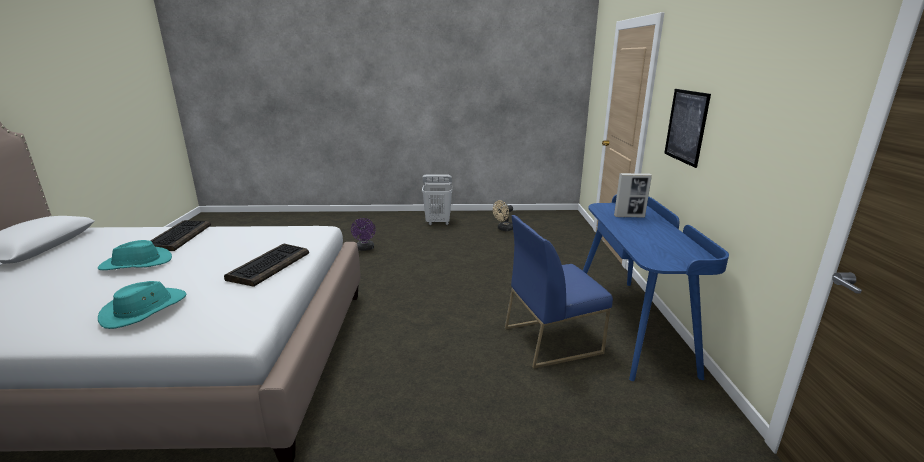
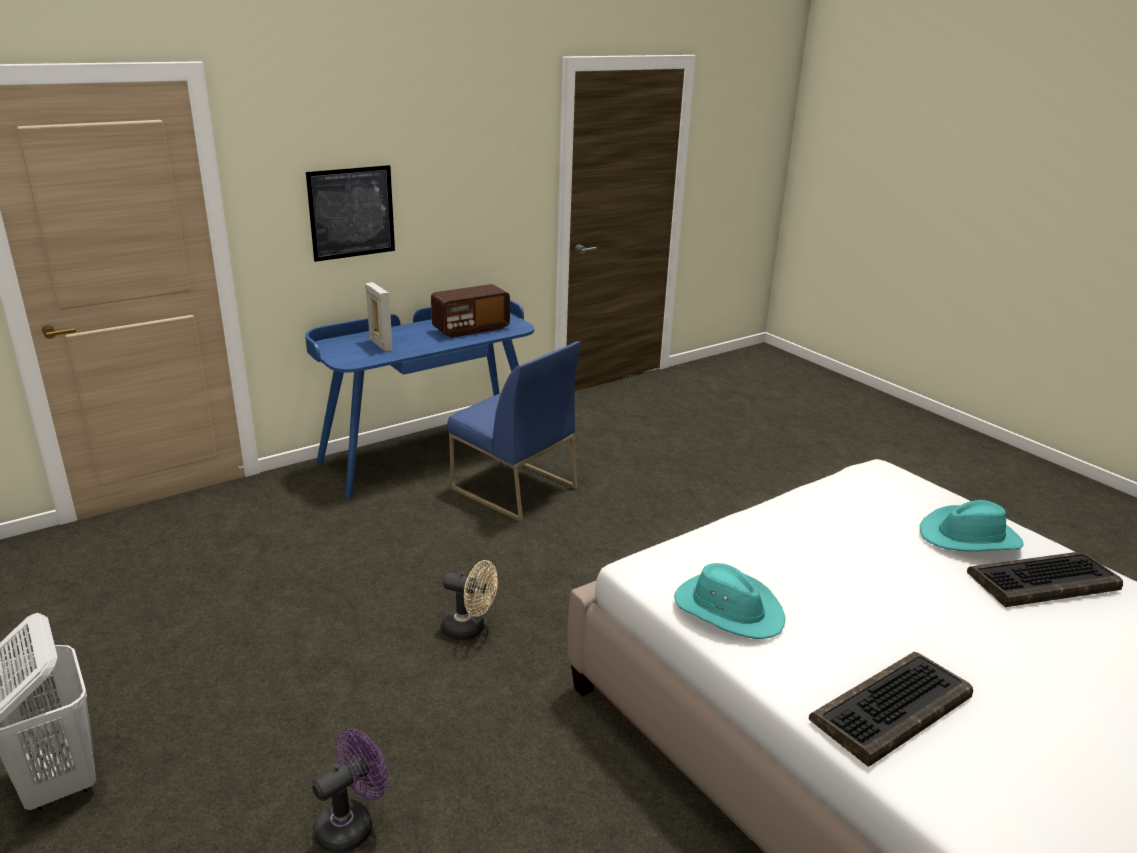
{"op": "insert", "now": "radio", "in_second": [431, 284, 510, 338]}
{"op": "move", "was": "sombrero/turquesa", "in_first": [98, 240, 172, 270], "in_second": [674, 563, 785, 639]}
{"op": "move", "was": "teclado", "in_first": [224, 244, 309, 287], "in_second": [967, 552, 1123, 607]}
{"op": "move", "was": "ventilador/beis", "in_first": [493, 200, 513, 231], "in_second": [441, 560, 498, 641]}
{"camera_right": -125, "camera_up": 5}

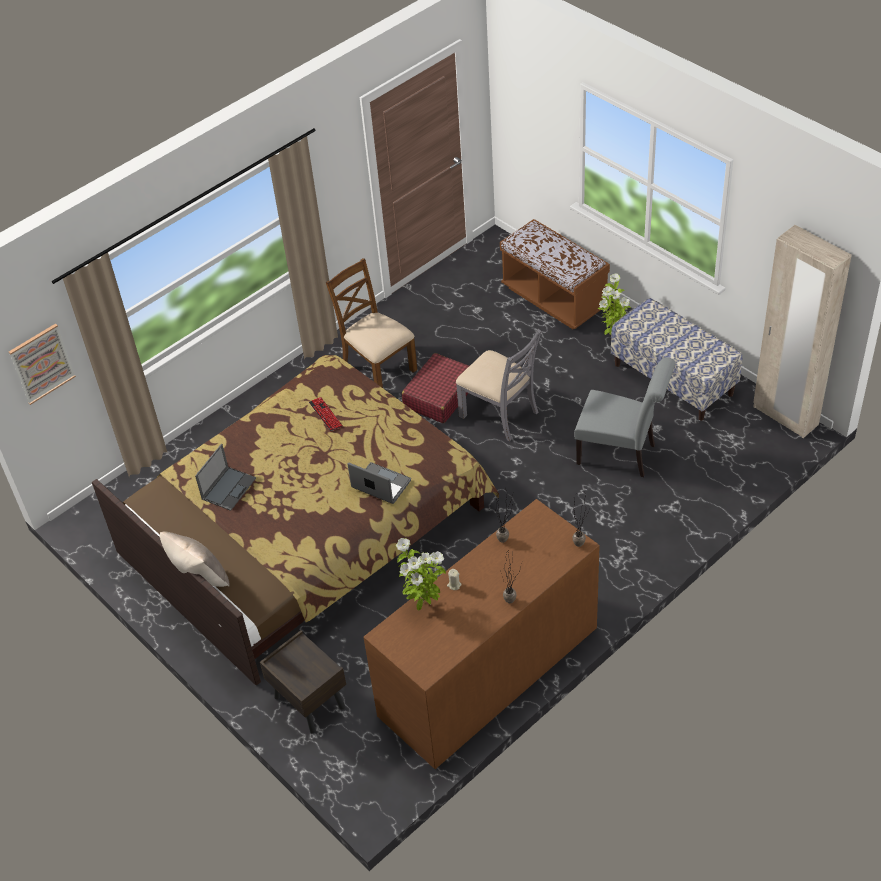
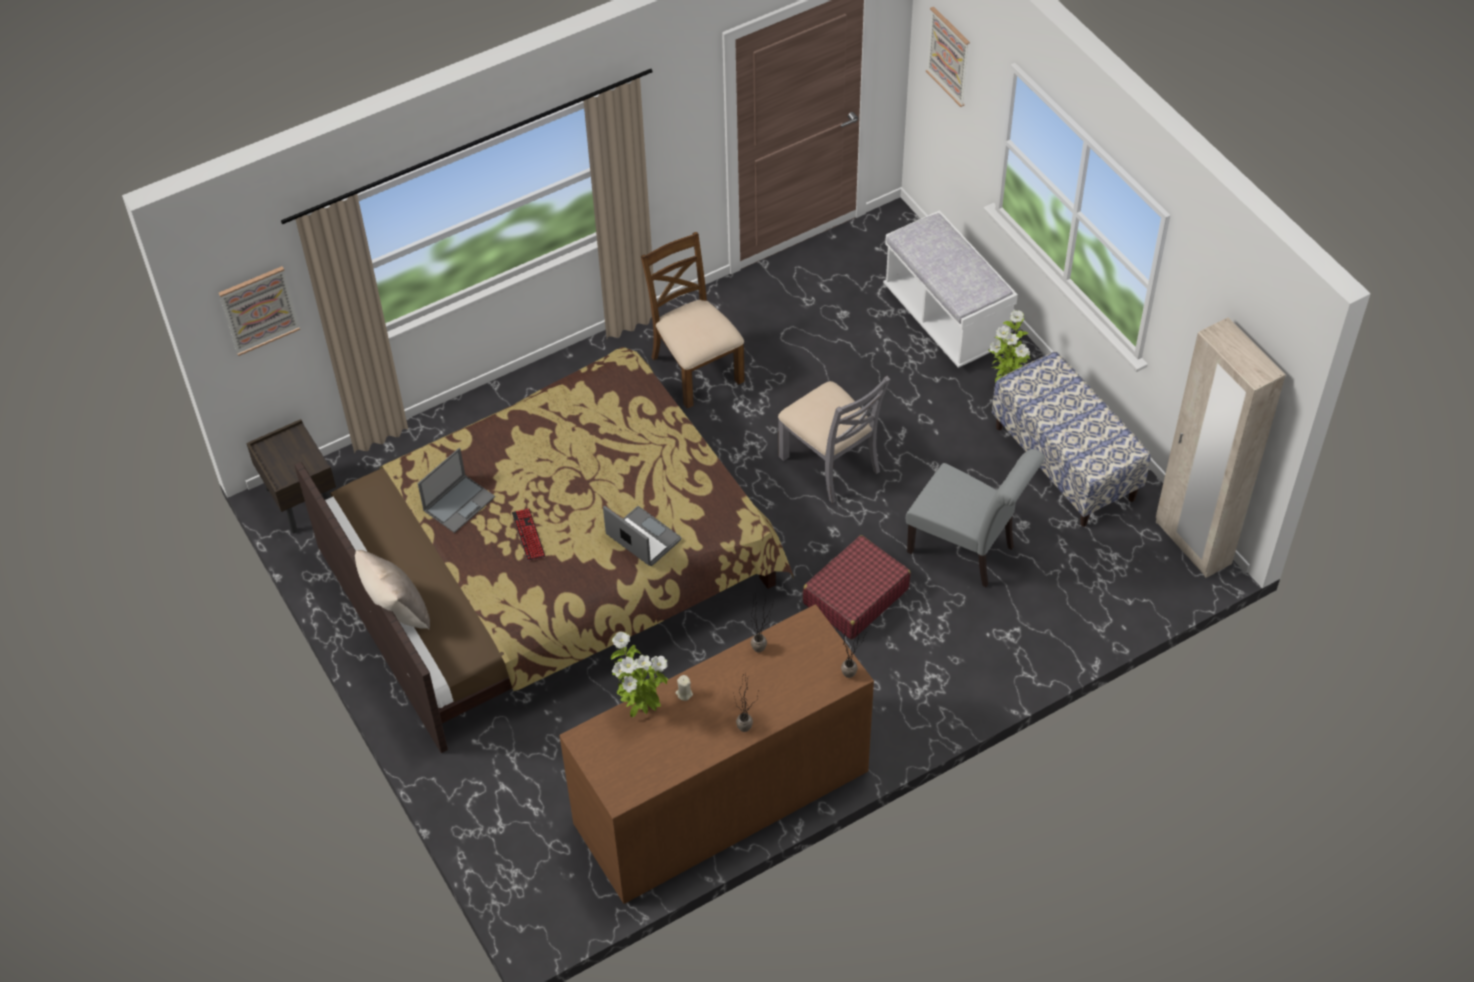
{"op": "insert", "now": "cuadro", "in_second": [926, 7, 970, 107]}
{"op": "move", "was": "mesita de noche/marrón", "in_first": [260, 630, 346, 734], "in_second": [246, 419, 336, 533]}
{"op": "move", "was": "teclado", "in_first": [309, 397, 343, 431], "in_second": [512, 509, 546, 561]}
{"op": "move", "was": "maleta/rojo", "in_first": [402, 353, 469, 423], "in_second": [803, 535, 911, 640]}
{"op": "recolor", "was": "banco/marrón", "now": "banco/blanco", "in_first": [500, 219, 610, 329], "in_second": [883, 210, 1018, 368]}
{"camera_right": 10, "camera_up": 5}

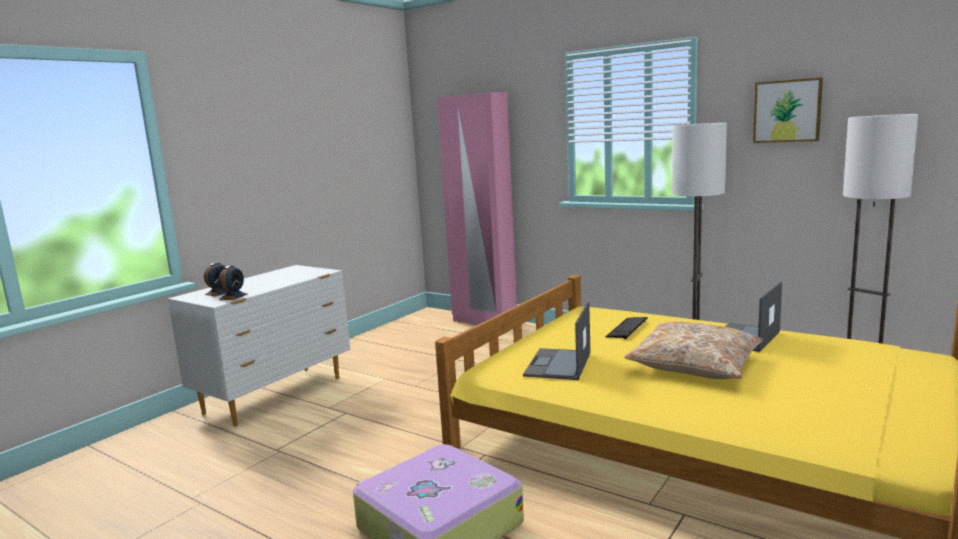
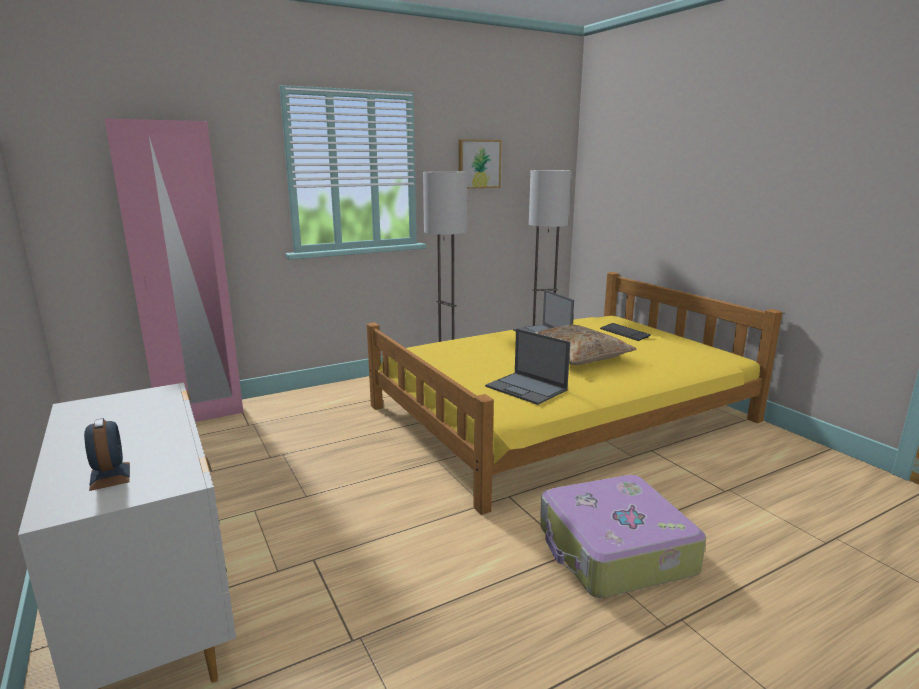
{"op": "delete", "was": "despertador", "in_first": [218, 266, 248, 300]}
{"op": "move", "was": "teclado", "in_first": [605, 317, 648, 339], "in_second": [600, 323, 651, 341]}
{"camera_right": -65, "camera_up": 5}

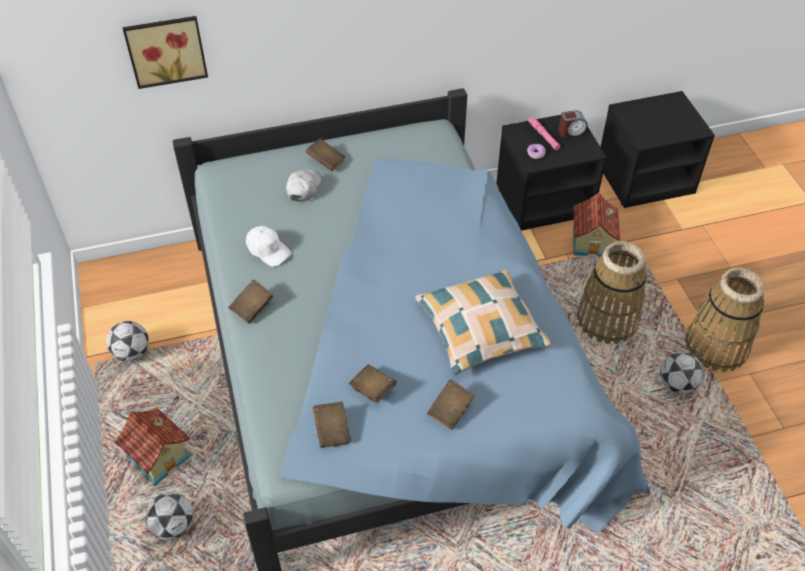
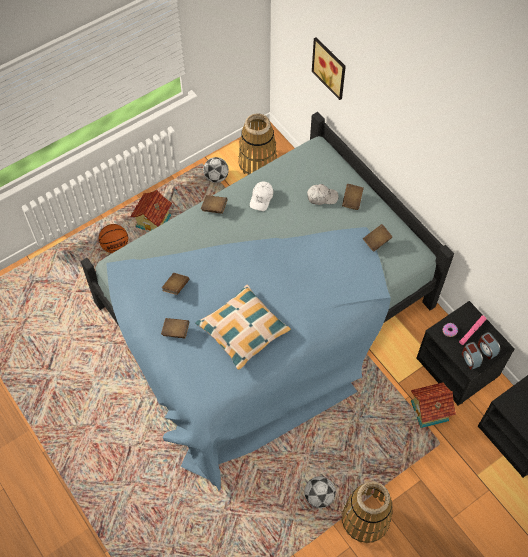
{"op": "insert", "now": "despertador", "in_second": [462, 342, 483, 370]}
{"op": "move", "was": "libro/marrón", "in_first": [313, 402, 351, 448], "in_second": [363, 224, 392, 252]}
{"op": "move", "was": "cesta", "in_first": [577, 241, 647, 344], "in_second": [238, 114, 277, 175]}
{"op": "replace", "was": "balón de fútbol", "now": "balón de baloncesto", "in_first": [145, 492, 194, 540], "in_second": [99, 224, 128, 253]}
{"camera_right": 70, "camera_up": 10}

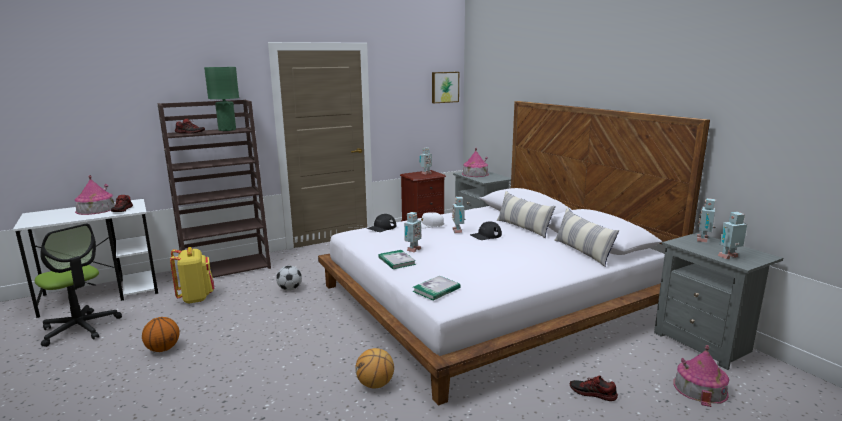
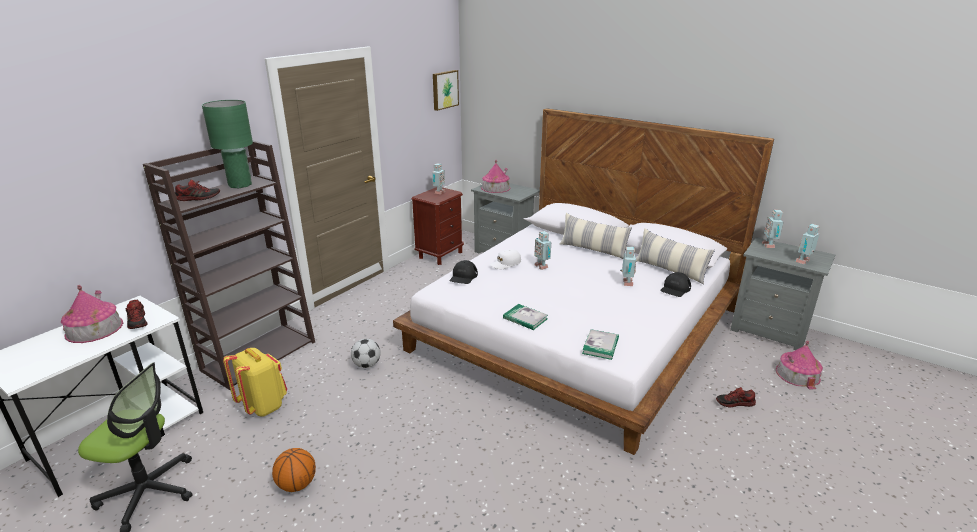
{"op": "delete", "was": "balón de baloncesto", "in_first": [355, 348, 394, 388]}
{"op": "move", "was": "robot de juguete", "in_first": [404, 212, 421, 252], "in_second": [620, 247, 636, 286]}
{"op": "move", "was": "gorra/negro", "in_first": [470, 221, 502, 240], "in_second": [660, 272, 691, 297]}
{"camera_right": -25, "camera_up": 10}

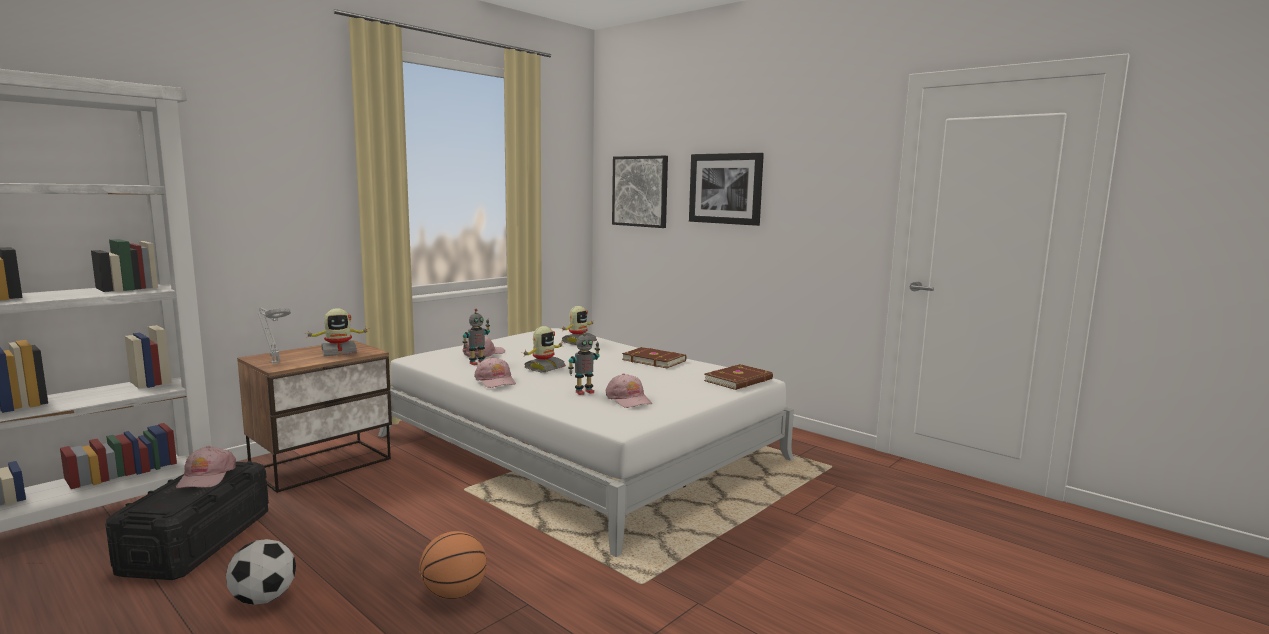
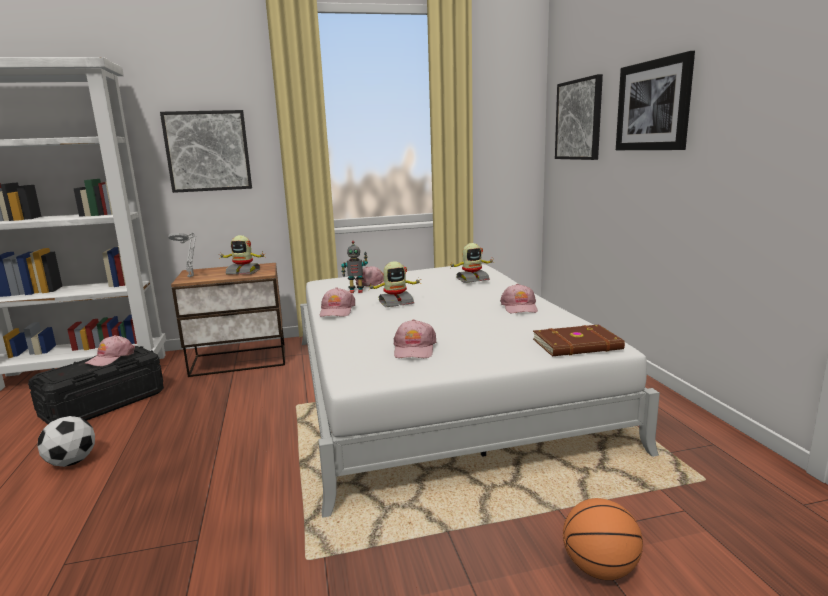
{"op": "delete", "was": "robot de juguete", "in_first": [568, 329, 600, 395]}
{"op": "insert", "now": "cuadro", "in_second": [160, 110, 252, 193]}
{"op": "move", "was": "balón de baloncesto", "in_first": [419, 531, 487, 599], "in_second": [563, 498, 643, 580]}
{"op": "replace", "was": "libro/marrón", "now": "gorra/rosa", "in_first": [622, 347, 686, 368], "in_second": [500, 284, 538, 313]}
{"camera_right": 35, "camera_up": 5}

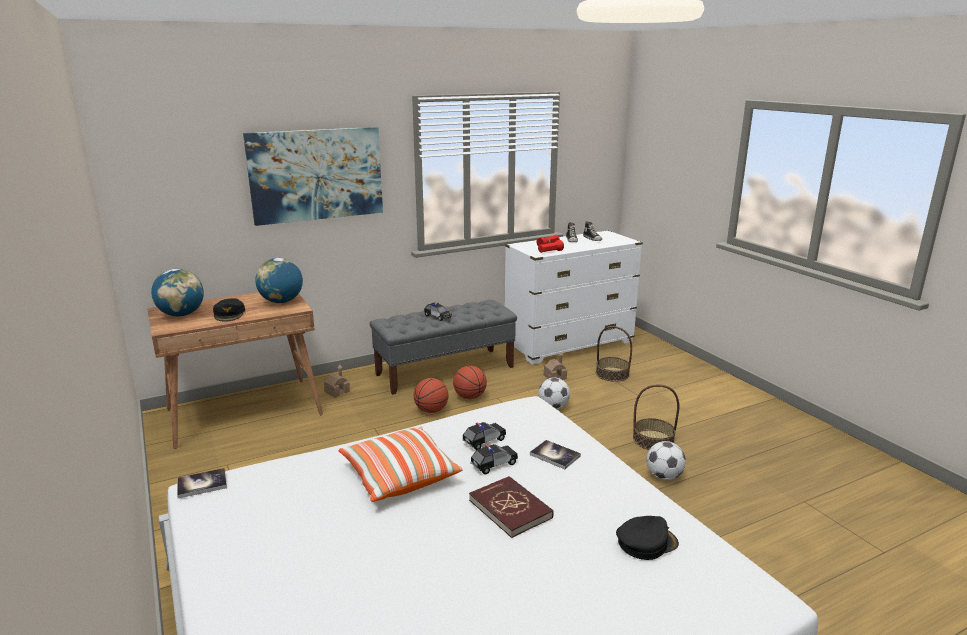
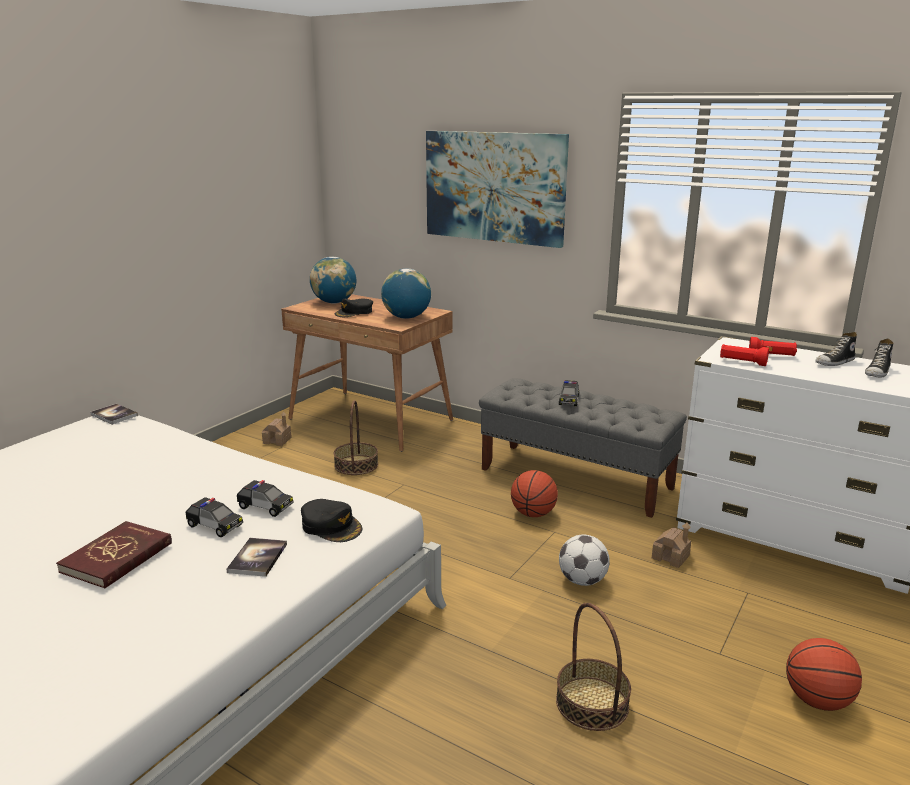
{"op": "delete", "was": "cojín", "in_first": [339, 427, 463, 502]}
{"op": "delete", "was": "balón de fútbol", "in_first": [646, 441, 686, 480]}
{"op": "move", "was": "casita", "in_first": [324, 365, 350, 398], "in_second": [262, 411, 292, 446]}
{"op": "move", "was": "balón de baloncesto", "in_first": [414, 378, 449, 413], "in_second": [786, 638, 862, 711]}
{"op": "move", "was": "cesta", "in_first": [596, 326, 632, 382], "in_second": [334, 400, 378, 475]}
{"op": "move", "was": "gorra/negro", "in_first": [616, 516, 679, 560], "in_second": [301, 499, 362, 542]}
{"camera_right": 60, "camera_up": 0}

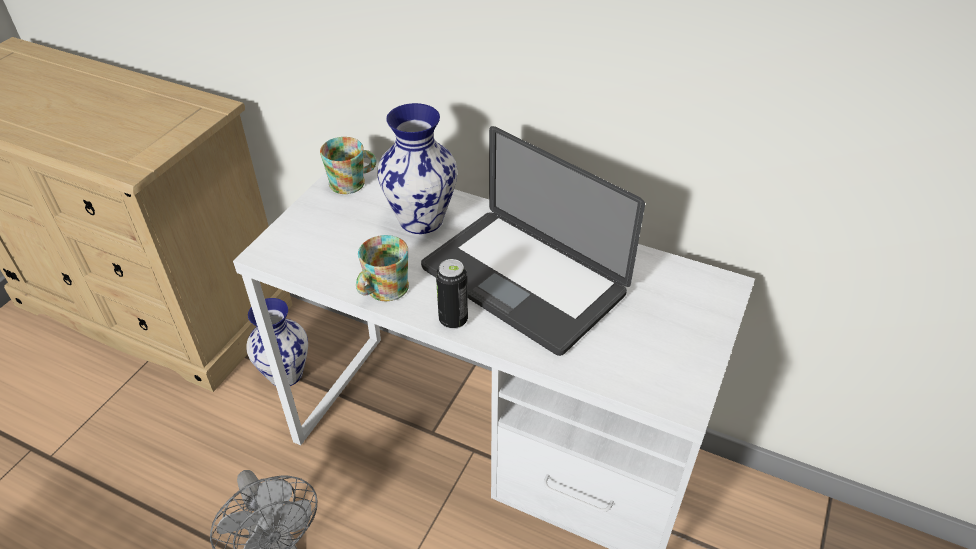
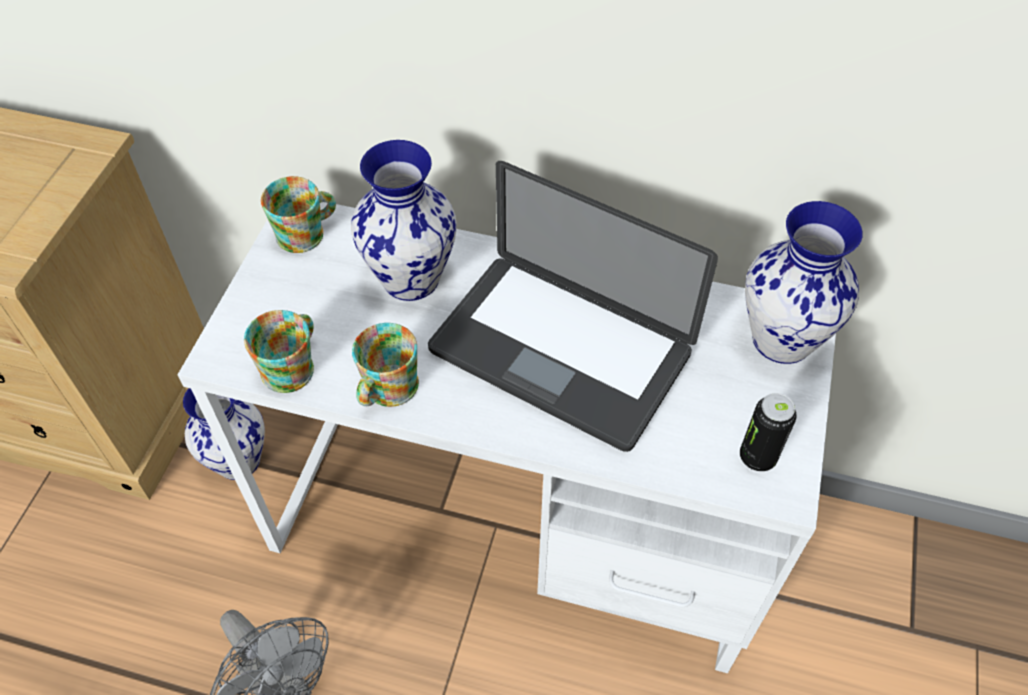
{"op": "insert", "now": "taza grande", "in_second": [244, 310, 314, 393]}
{"op": "insert", "now": "florero", "in_second": [745, 201, 863, 364]}
{"op": "move", "was": "lata", "in_first": [436, 259, 468, 329], "in_second": [740, 393, 797, 471]}
{"camera_right": -10, "camera_up": 10}

